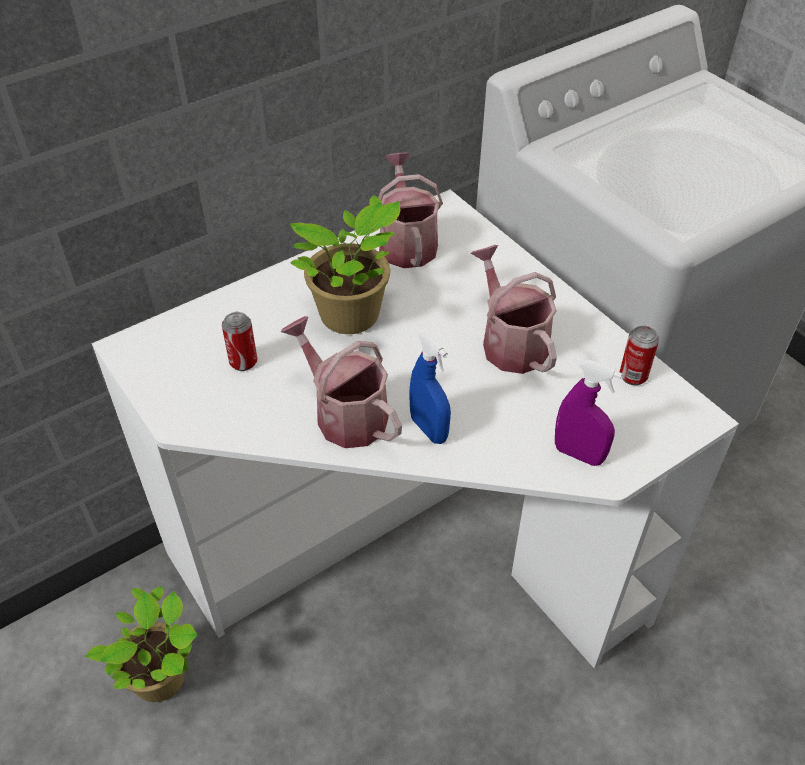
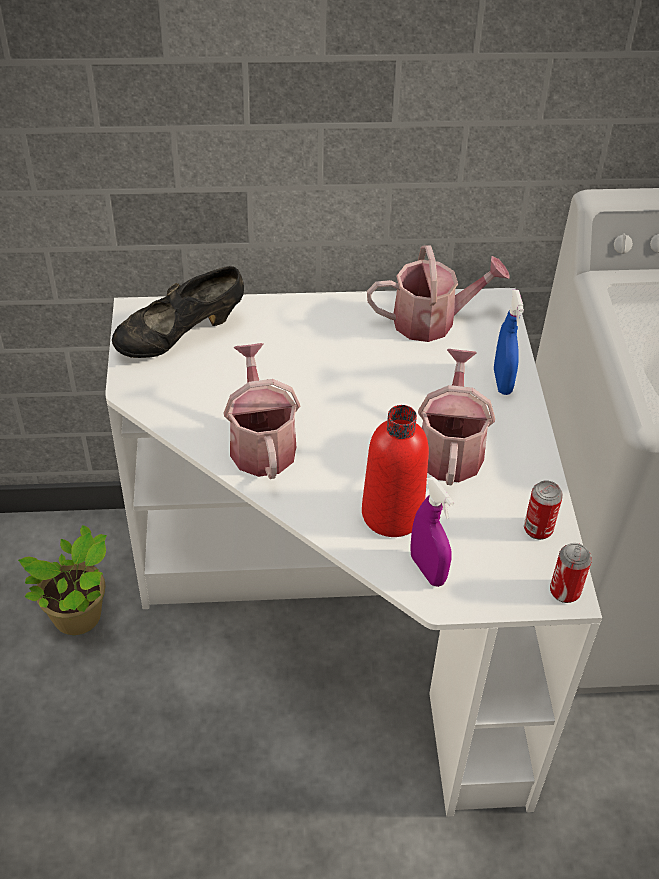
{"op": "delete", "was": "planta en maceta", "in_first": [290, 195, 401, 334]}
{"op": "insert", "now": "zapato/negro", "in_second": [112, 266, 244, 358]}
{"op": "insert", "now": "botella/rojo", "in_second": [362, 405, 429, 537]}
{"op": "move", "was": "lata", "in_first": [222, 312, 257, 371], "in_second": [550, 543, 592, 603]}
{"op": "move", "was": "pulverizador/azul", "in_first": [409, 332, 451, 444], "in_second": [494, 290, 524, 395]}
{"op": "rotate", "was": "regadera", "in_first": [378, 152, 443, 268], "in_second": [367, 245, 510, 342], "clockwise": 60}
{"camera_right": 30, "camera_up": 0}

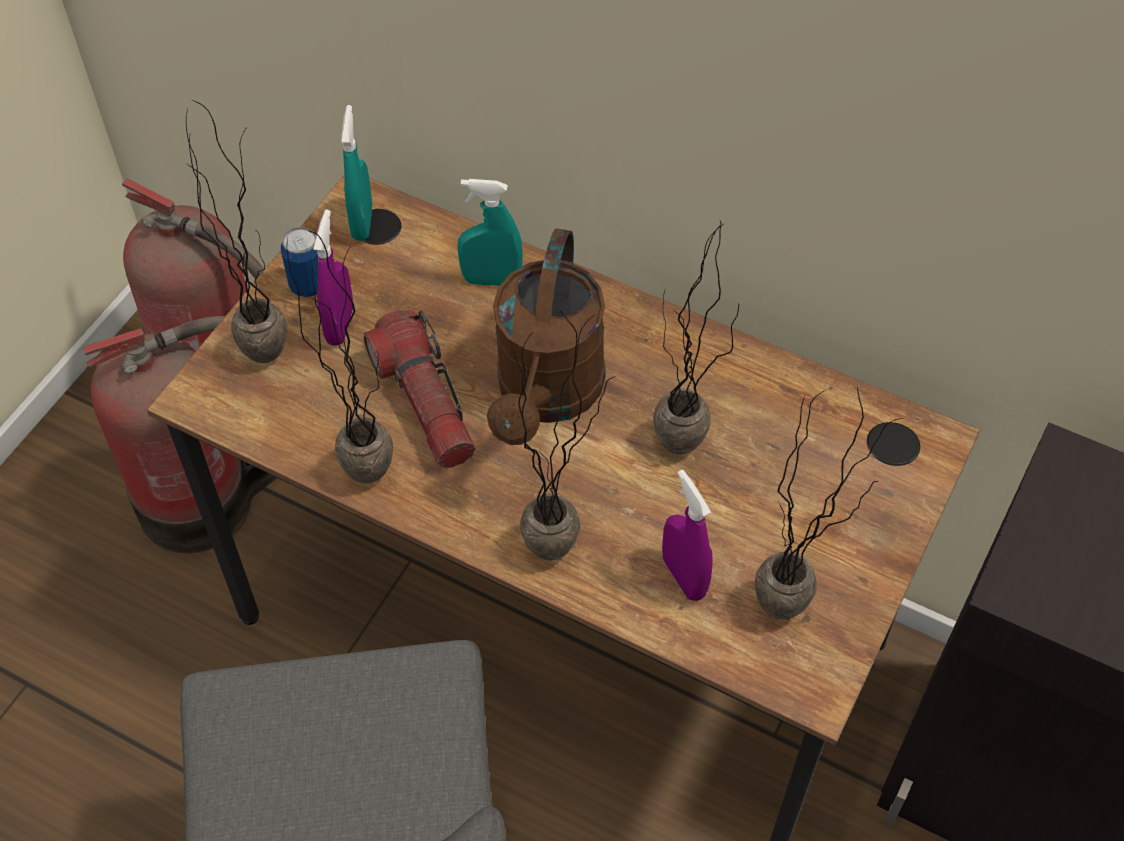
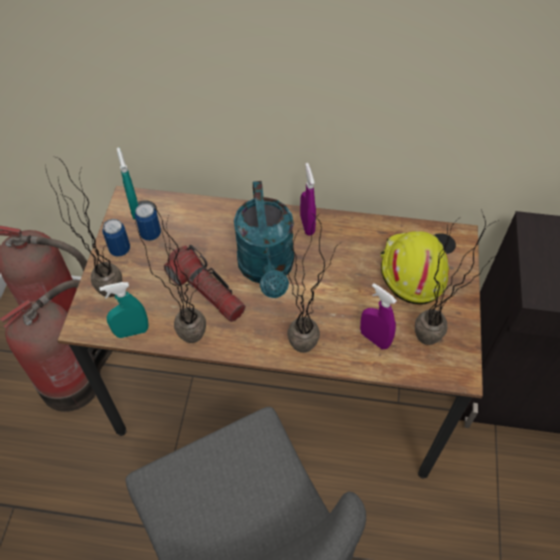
{"op": "delete", "was": "planta en maceta", "in_first": [653, 221, 739, 454]}
{"op": "insert", "now": "lata", "in_second": [135, 203, 161, 241]}
{"op": "insert", "now": "casco/amarillo", "in_second": [380, 231, 449, 305]}
{"op": "move", "was": "pulverizador/morado", "in_first": [313, 210, 353, 346], "in_second": [300, 163, 316, 236]}
{"op": "move", "was": "pulverizador/turquesa", "in_first": [457, 179, 523, 286], "in_second": [99, 282, 149, 338]}
{"op": "recolor", "was": "regadera/marrón", "now": "regadera/turquesa", "in_first": [487, 228, 605, 445], "in_second": [234, 181, 294, 298]}
{"camera_right": -20, "camera_up": 0}

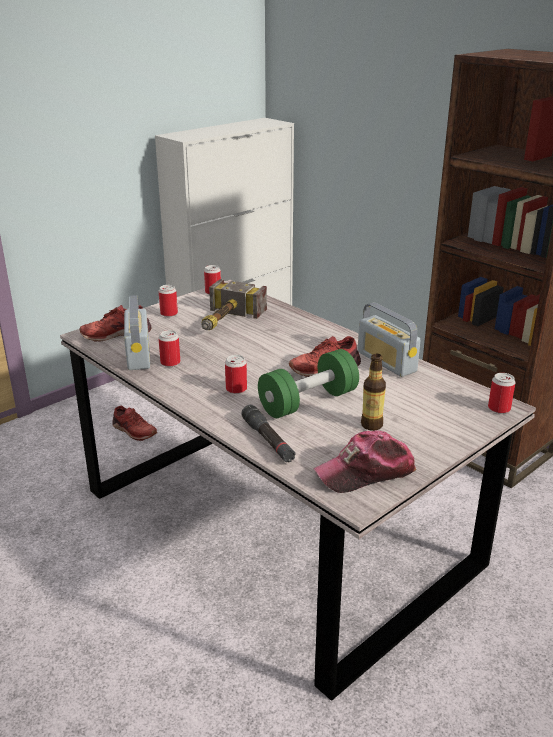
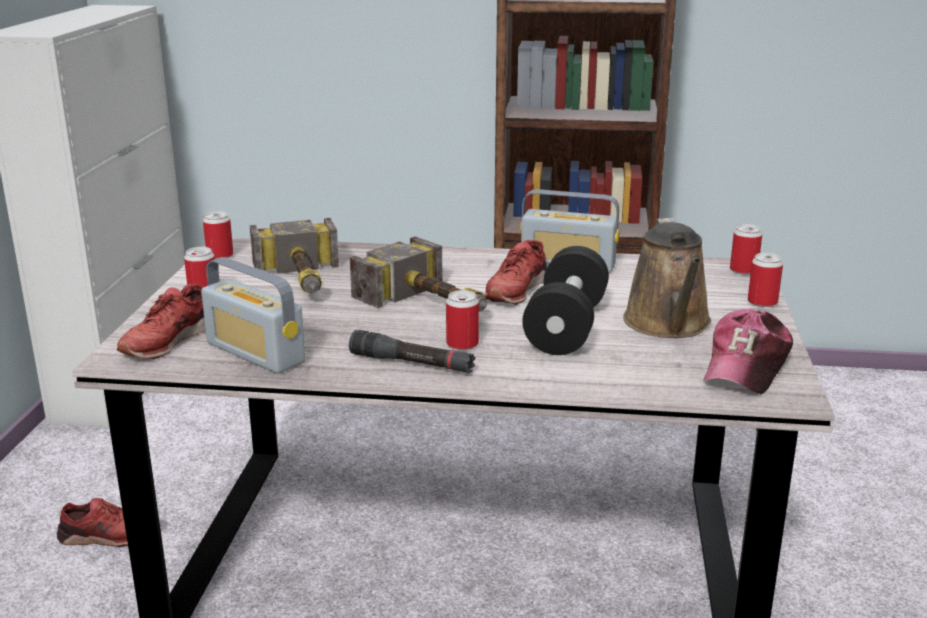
{"op": "insert", "now": "martillo", "in_second": [350, 237, 487, 312]}
{"op": "move", "was": "lata", "in_first": [158, 330, 180, 367], "in_second": [748, 253, 783, 307]}
{"op": "move", "was": "linterna/negro", "in_first": [241, 405, 296, 462], "in_second": [349, 330, 475, 373]}
{"op": "replace", "was": "botella", "now": "regadera/marrón", "in_first": [361, 354, 386, 431], "in_second": [623, 218, 711, 338]}
{"op": "recolor", "was": "mancuerna/verde", "now": "mancuerna/negro", "in_first": [258, 349, 359, 418], "in_second": [522, 246, 609, 355]}
{"camera_right": -40, "camera_up": -5}

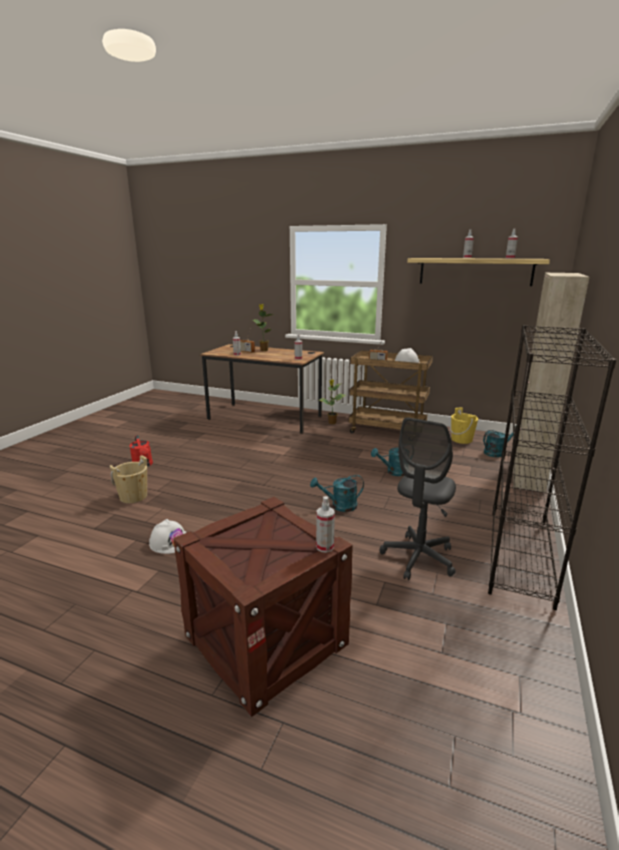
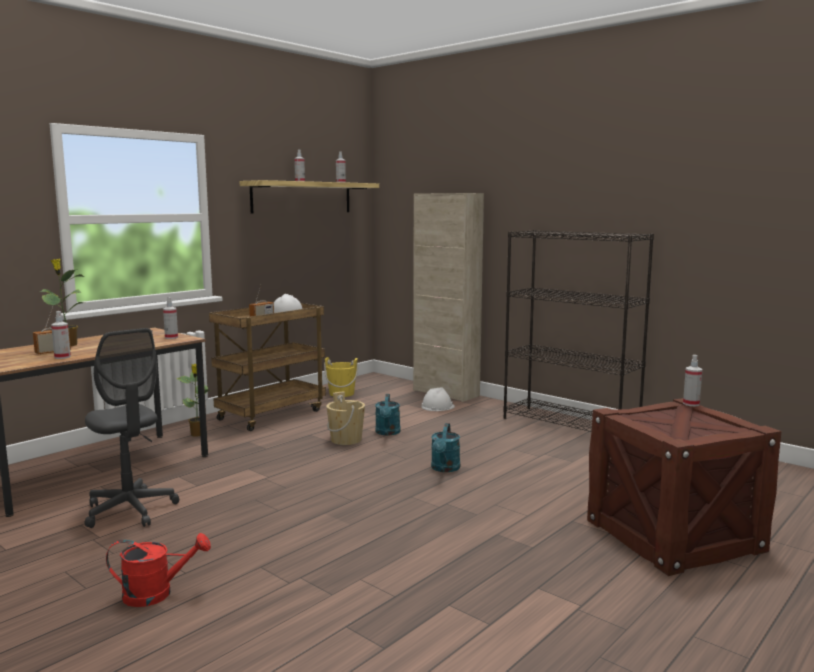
{"op": "delete", "was": "regadera/turquesa", "in_first": [483, 426, 516, 457]}
{"op": "move", "was": "cubo/beis", "in_first": [110, 455, 147, 503], "in_second": [326, 392, 365, 445]}
{"op": "move", "was": "casco/blanco", "in_first": [149, 519, 186, 554], "in_second": [422, 387, 455, 411]}
{"op": "move", "was": "silla de oficina/gris", "in_first": [379, 417, 456, 580], "in_second": [85, 328, 179, 528]}
{"camera_right": -70, "camera_up": -10}

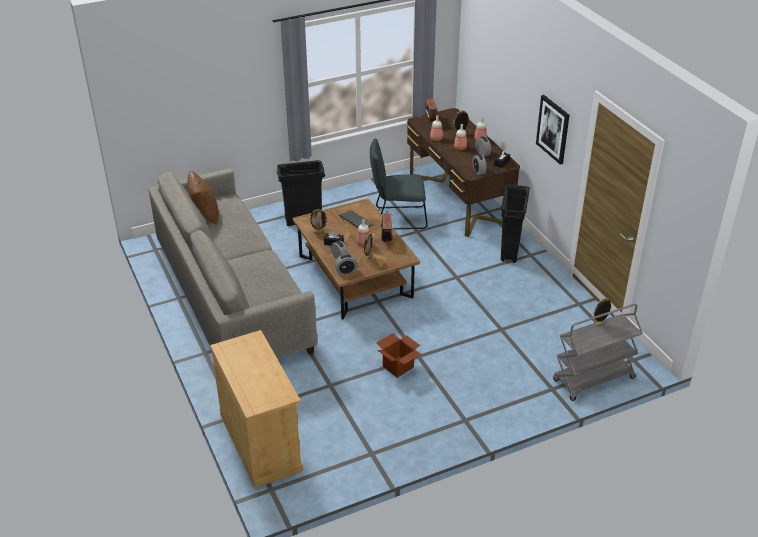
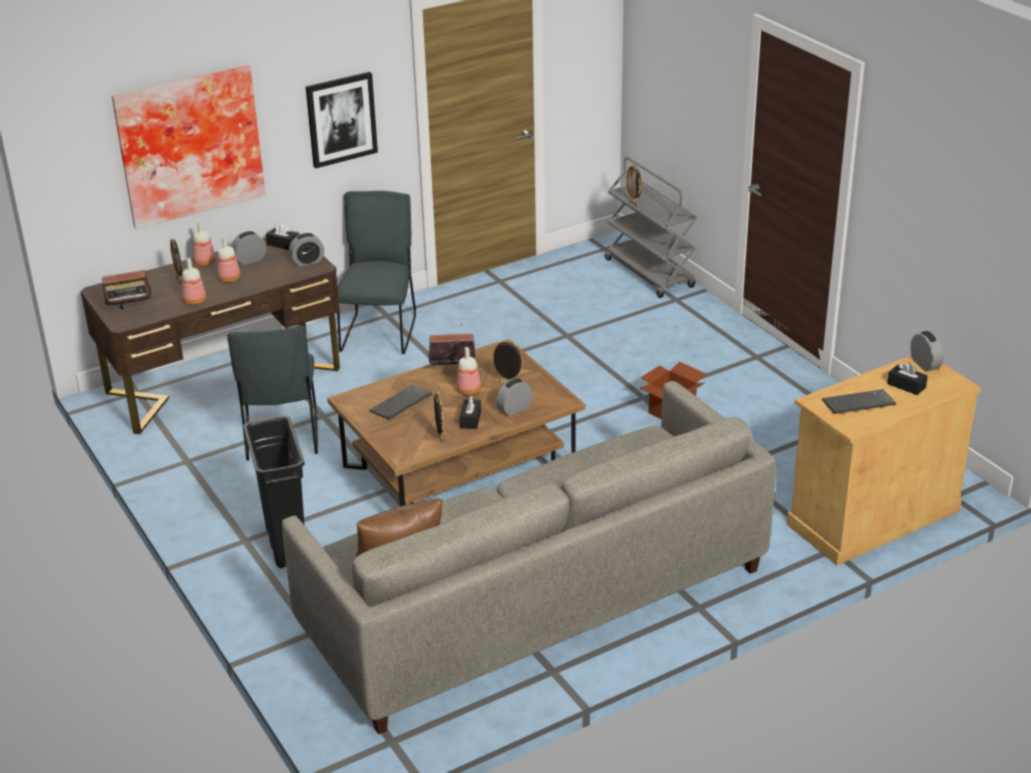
{"op": "insert", "now": "cuadro", "in_second": [112, 65, 266, 229]}
{"op": "insert", "now": "teclado", "in_second": [822, 389, 896, 414]}
{"op": "insert", "now": "caja de pañuelos/negro", "in_second": [887, 362, 928, 395]}
{"op": "move", "was": "despertador", "in_first": [335, 254, 358, 275], "in_second": [910, 331, 943, 372]}
{"op": "replace", "was": "papelera/negro", "now": "silla/gris", "in_first": [501, 184, 530, 263], "in_second": [337, 191, 416, 354]}
{"camera_right": -95, "camera_up": -5}

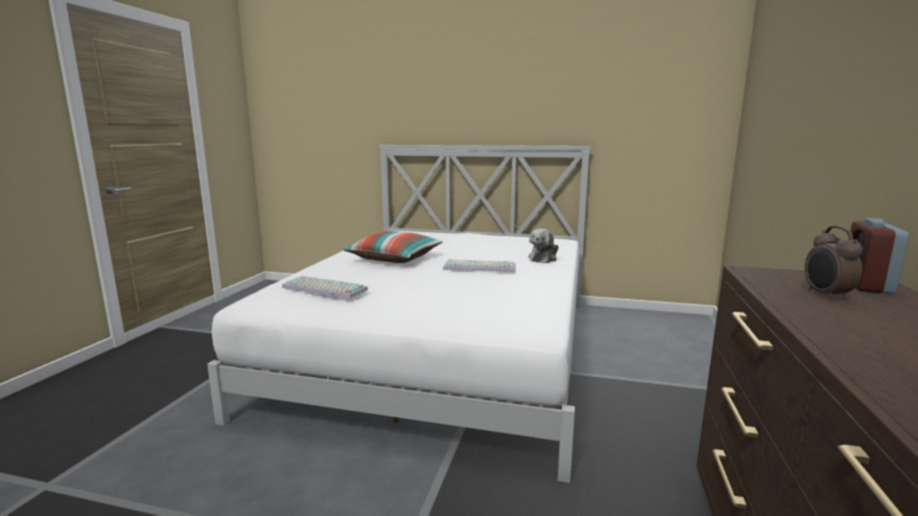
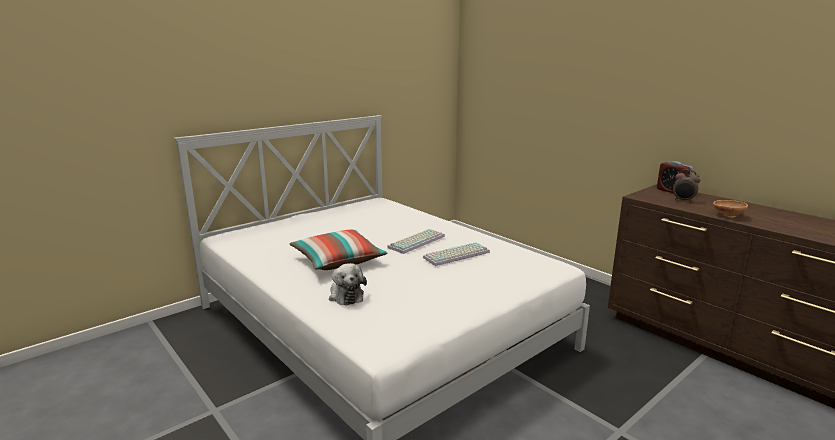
{"op": "insert", "now": "cuenco/marrón", "in_second": [713, 200, 748, 218]}
{"op": "move", "was": "teclado", "in_first": [282, 276, 368, 299], "in_second": [423, 242, 490, 266]}
{"op": "move", "was": "peluche", "in_first": [528, 229, 559, 263], "in_second": [329, 263, 367, 306]}
{"camera_right": -55, "camera_up": 5}

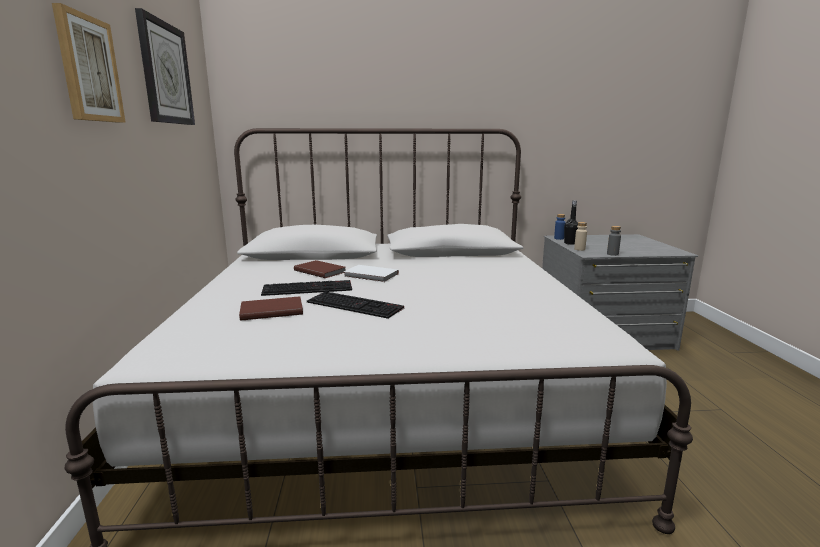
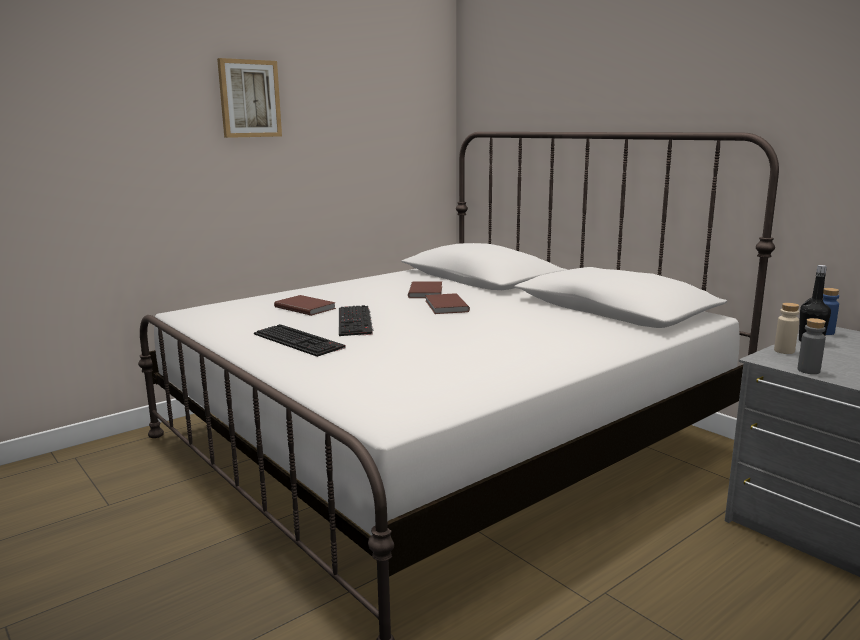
{"op": "delete", "was": "reloj de pared", "in_first": [135, 8, 195, 125]}
{"op": "move", "was": "teclado", "in_first": [261, 280, 352, 296], "in_second": [254, 324, 346, 357]}
{"op": "recolor", "was": "libro/blanco", "now": "libro/marrón", "in_first": [343, 265, 399, 282], "in_second": [425, 293, 470, 314]}
{"camera_right": 55, "camera_up": 0}

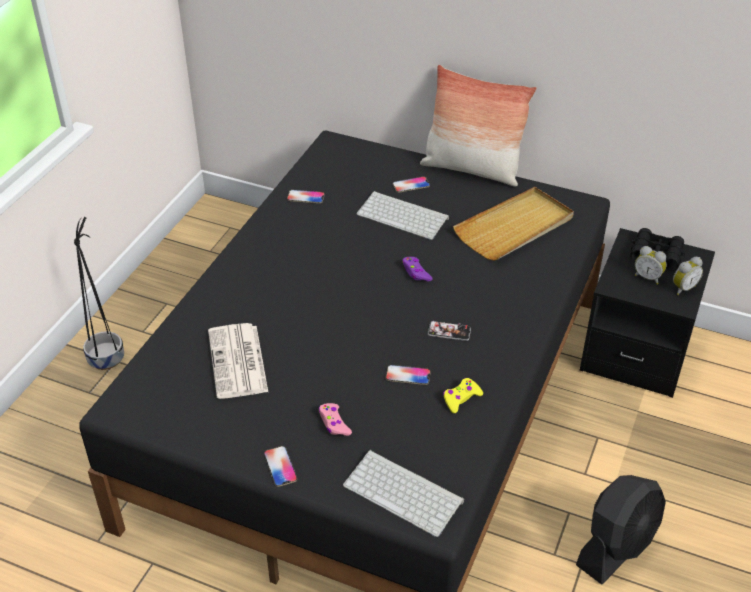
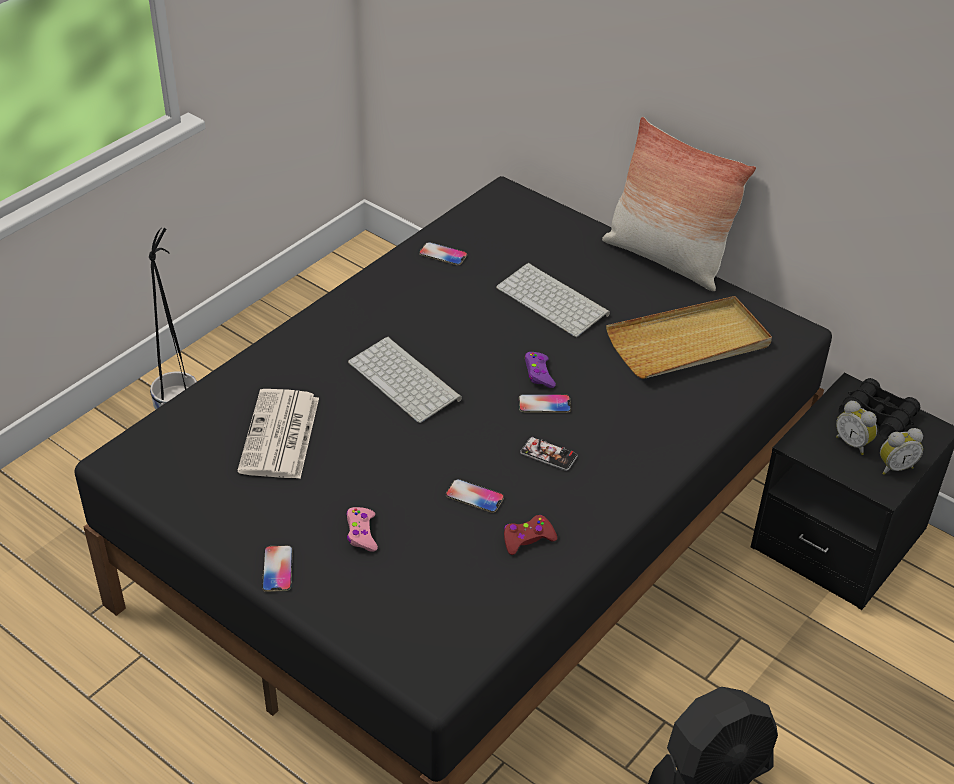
{"op": "move", "was": "teclado", "in_first": [343, 450, 464, 537], "in_second": [348, 337, 462, 423]}
{"op": "move", "was": "móvil", "in_first": [393, 177, 430, 192], "in_second": [519, 394, 571, 413]}
{"op": "recolor", "was": "mando de consola/amarillo", "now": "mando de consola/rojo", "in_first": [443, 378, 483, 413], "in_second": [504, 515, 557, 555]}
{"camera_right": 15, "camera_up": 0}

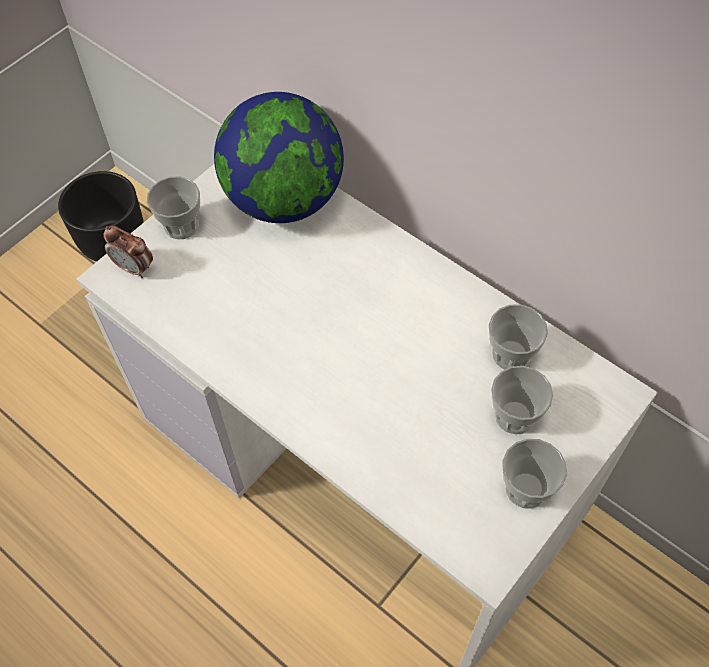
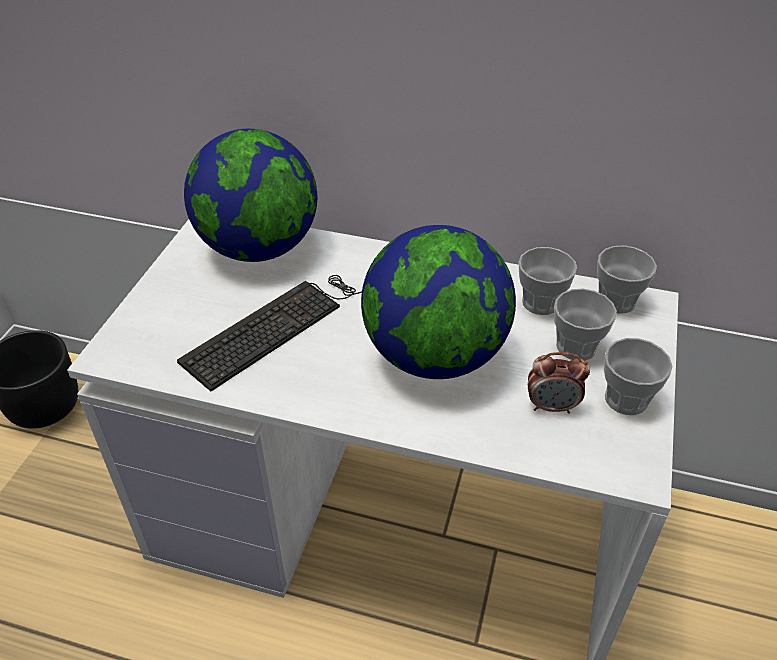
{"op": "insert", "now": "teclado", "in_second": [177, 275, 362, 391]}
{"op": "insert", "now": "globo terráqueo", "in_second": [361, 225, 516, 379]}
{"op": "move", "was": "despertador", "in_first": [103, 226, 153, 278], "in_second": [528, 352, 590, 414]}
{"op": "move", "was": "taza", "in_first": [147, 176, 200, 239], "in_second": [597, 245, 657, 314]}
{"camera_right": -25, "camera_up": -15}

